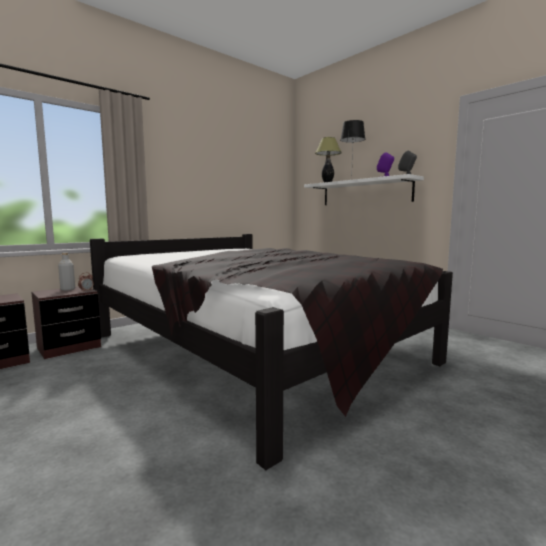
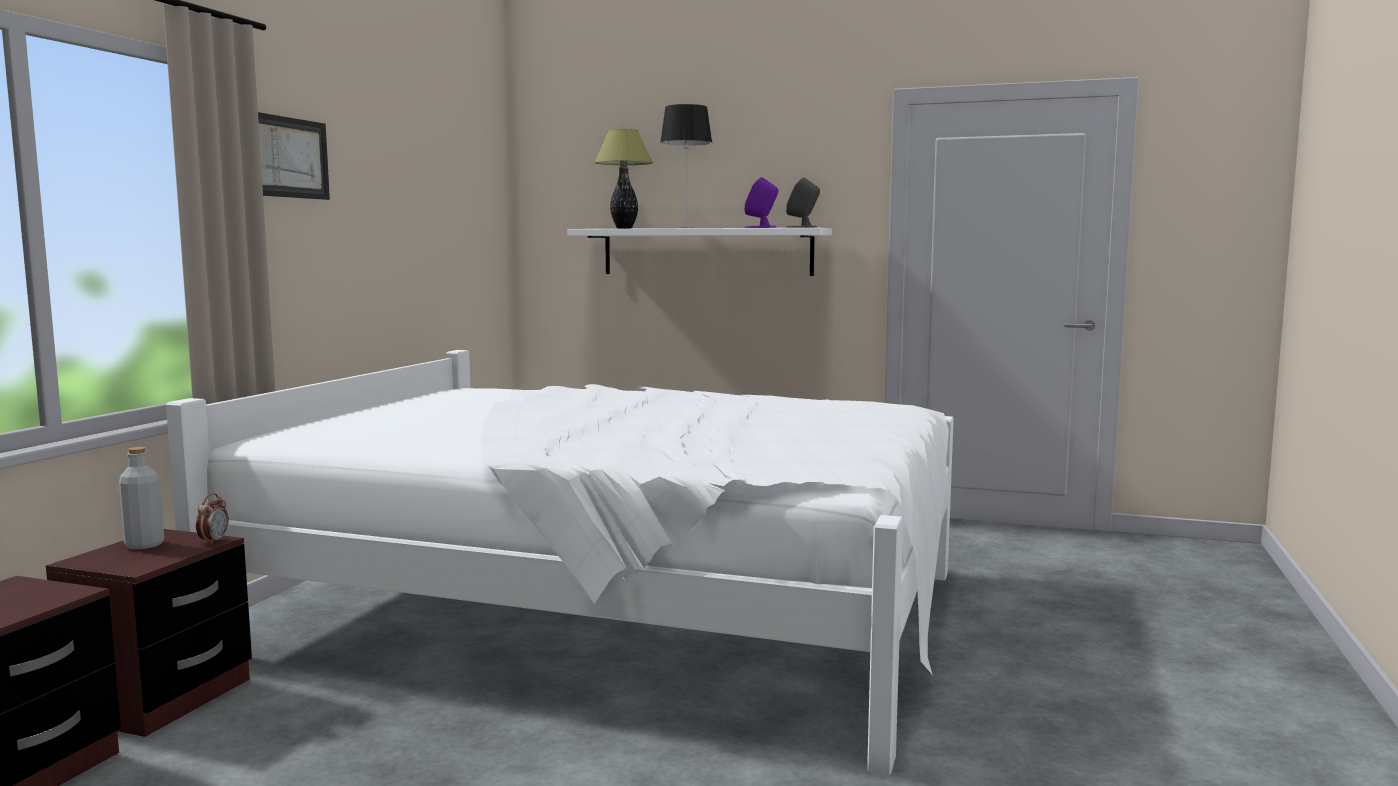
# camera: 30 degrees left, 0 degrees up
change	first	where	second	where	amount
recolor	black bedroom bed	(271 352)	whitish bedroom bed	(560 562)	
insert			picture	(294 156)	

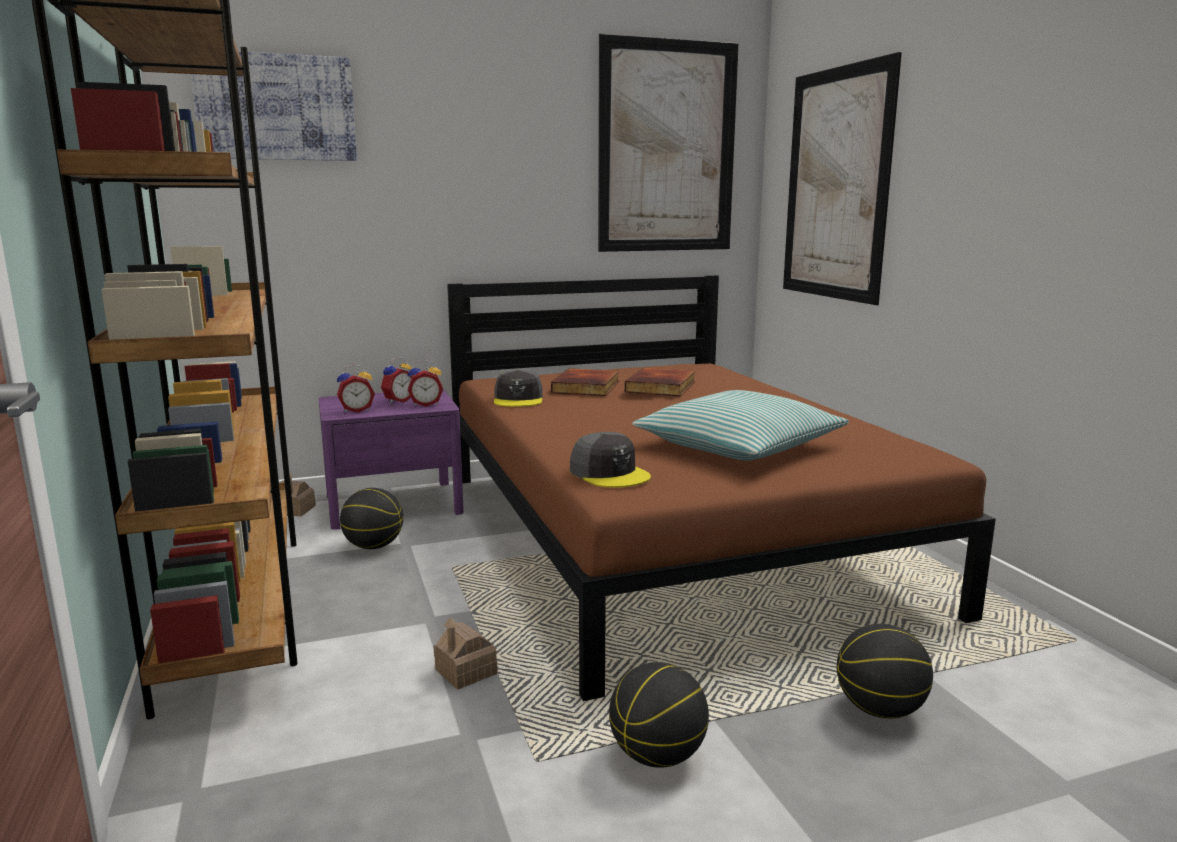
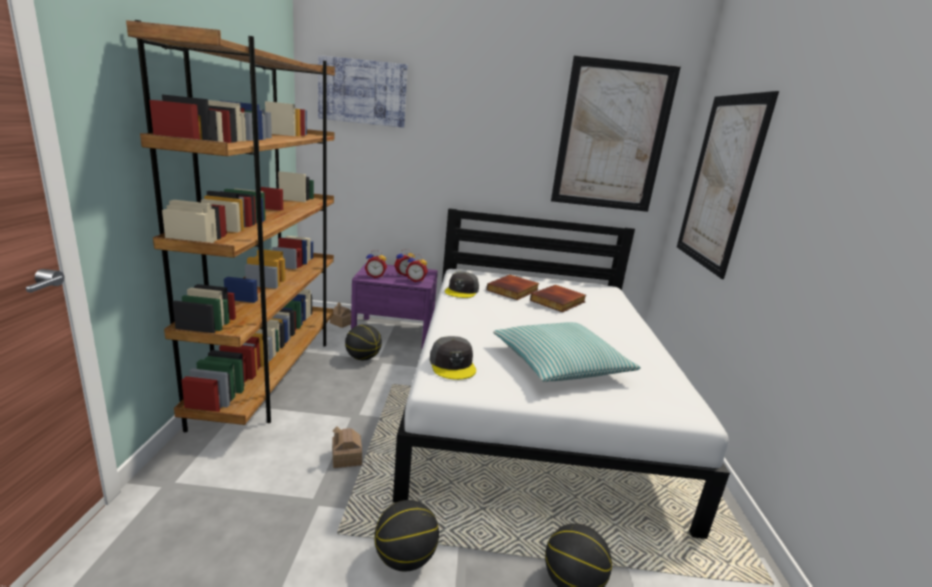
# camera: 20 degrees right, 5 degrees up
change	first	where	second	where	amount
recolor	brown bedroom bed	(721 488)	whitish bedroom bed	(561 373)	

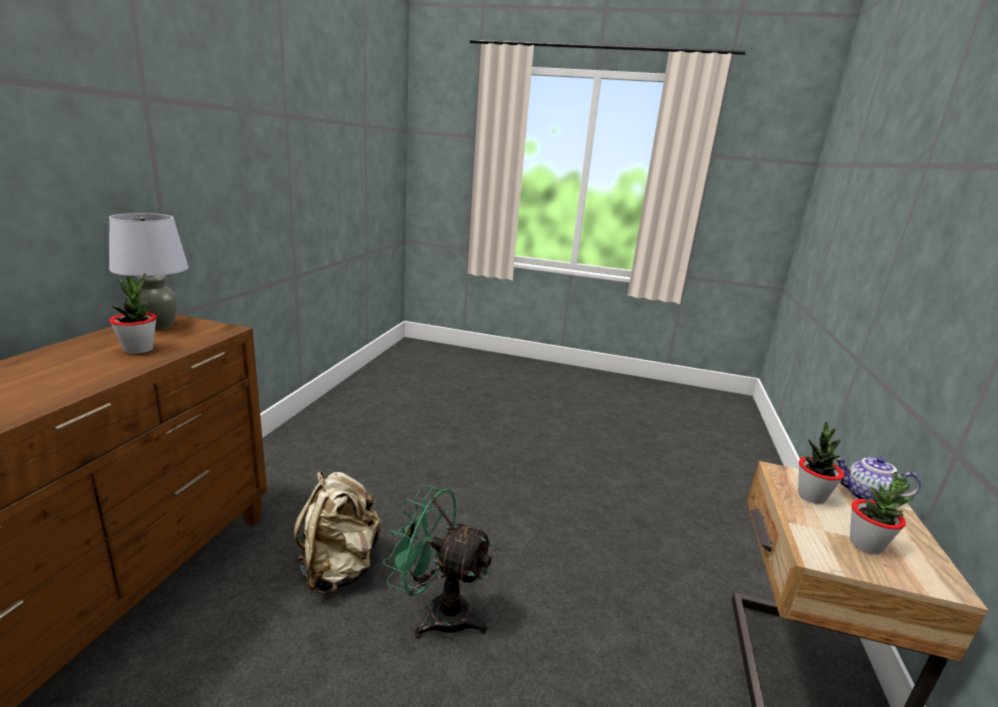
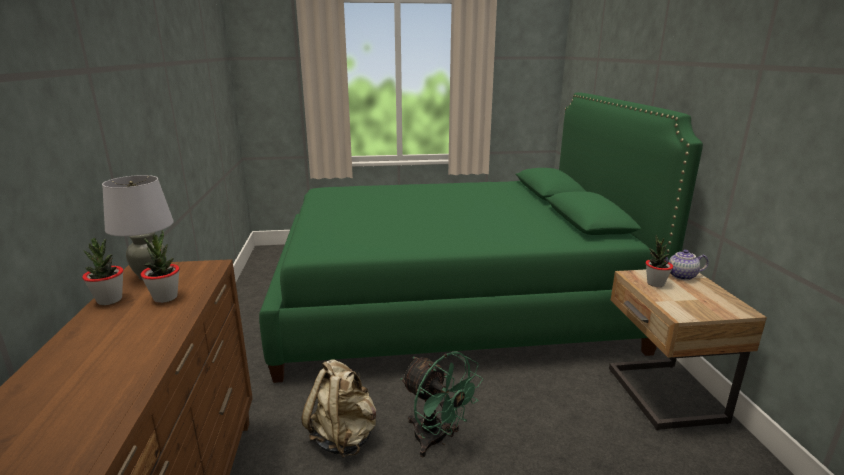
# camera: 20 degrees left, 0 degrees up
change	first	where	second	where	amount
move	plant in a pot	(882 513)		(103 271)	
rotate	greenish electric fan	(438 561)		(442 404)	135 degrees counterclockwise
insert			greenish bedroom bed	(481 237)	

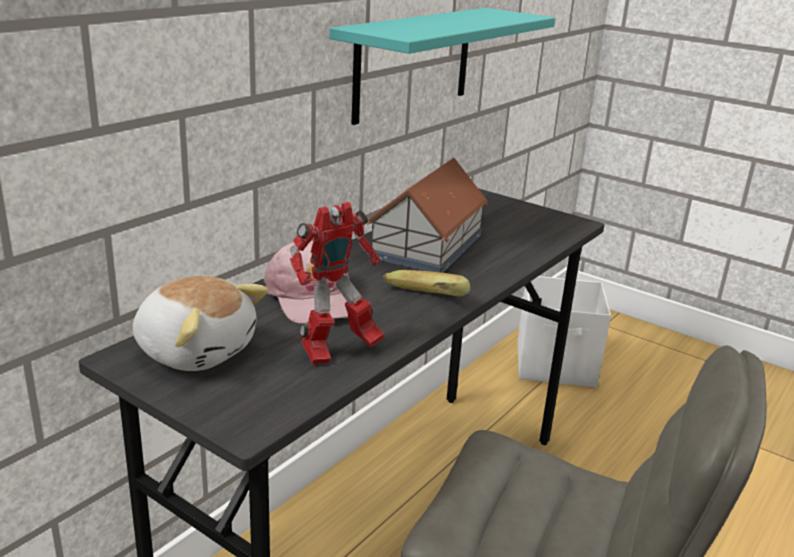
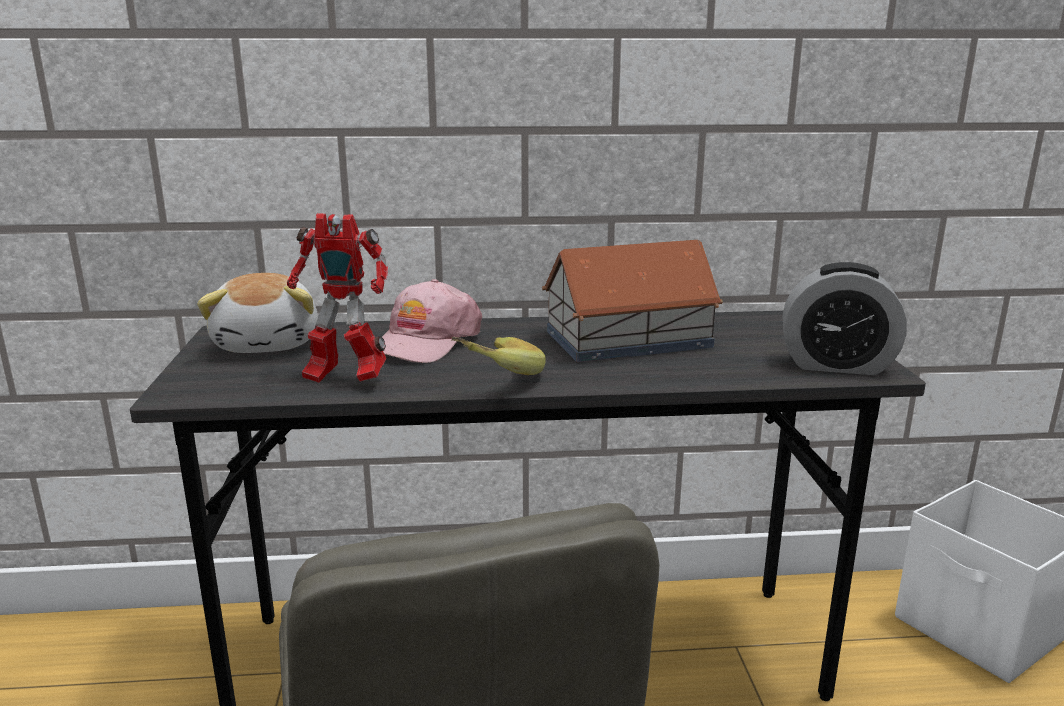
# camera: 50 degrees right, 5 degrees down
change	first	where	second	where	amount
delete	turquoise wall shelf	(442 66)			
insert			table clock	(844 318)	

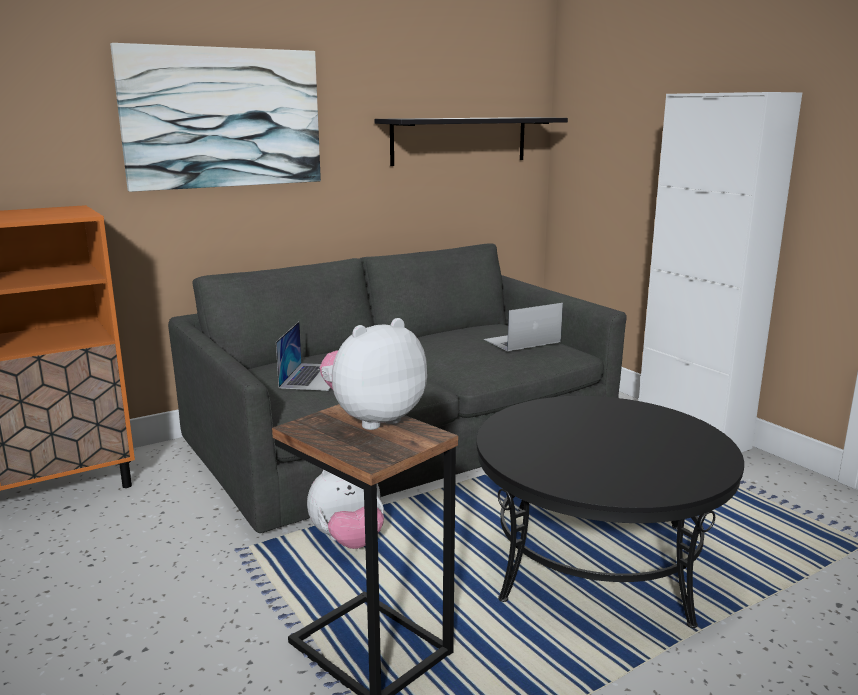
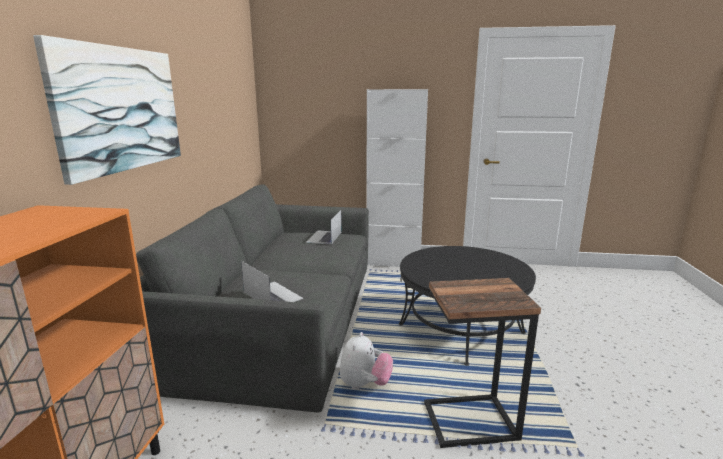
# camera: 50 degrees left, 0 degrees up
change	first	where	second	where	amount
delete	black wall shelf	(471 141)			
delete	soft toy	(373 374)			

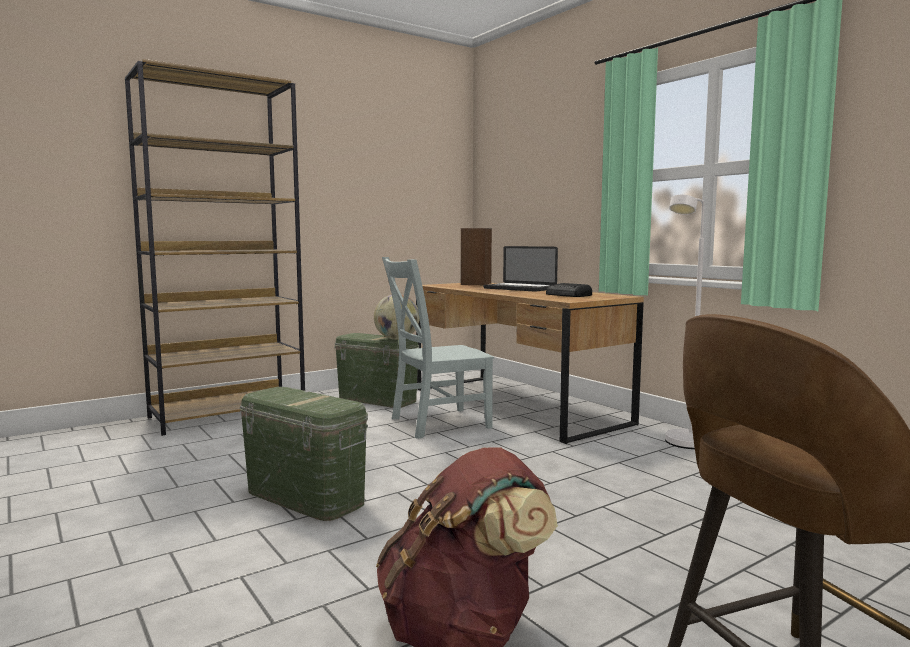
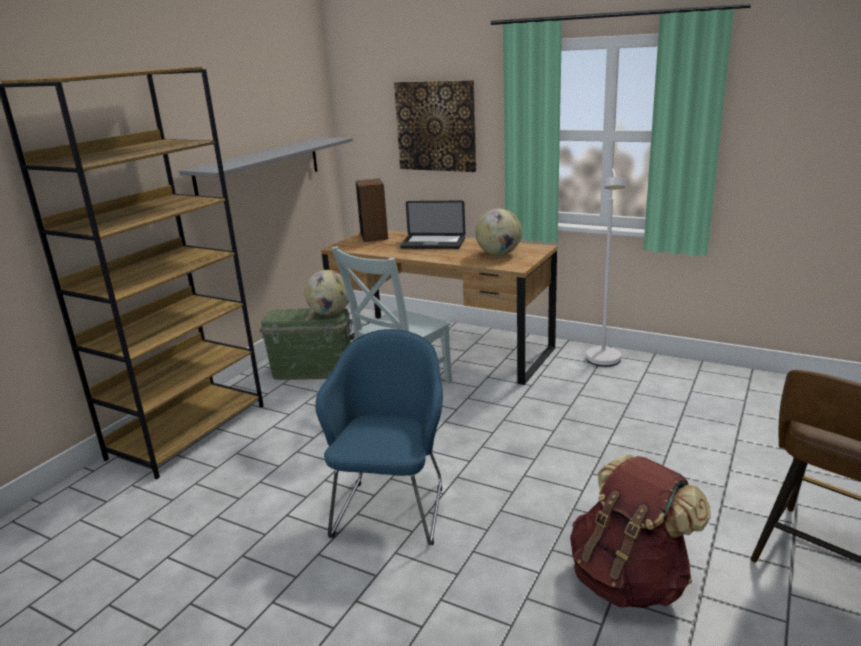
# camera: 25 degrees left, 15 degrees up
change	first	where	second	where	amount
replace	radio set	(569 290)	desk globe	(498 232)	
replace	greenish storage box	(304 454)	bluish lounge chair	(379 437)	
insert			picture	(435 126)	
insert			gray wall shelf	(266 166)	

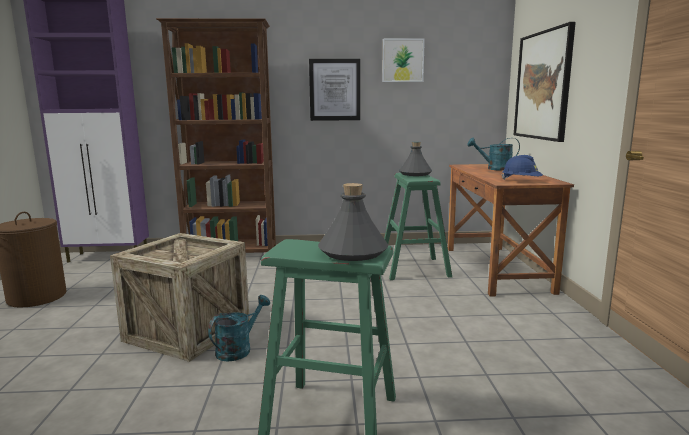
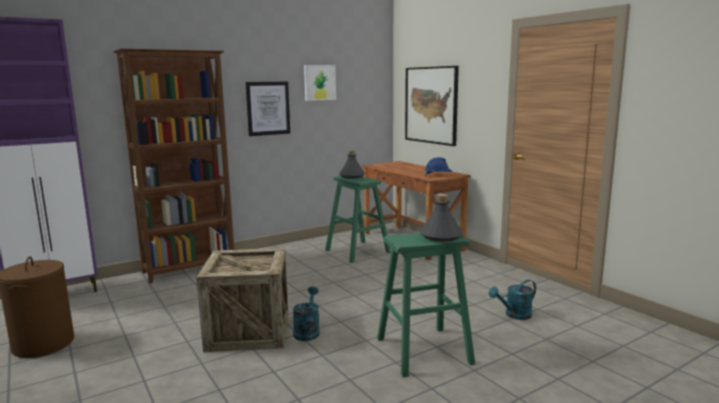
# camera: 30 degrees left, 0 degrees up
change	first	where	second	where	amount
move	turquoise sprinkling can	(493 154)		(512 300)	

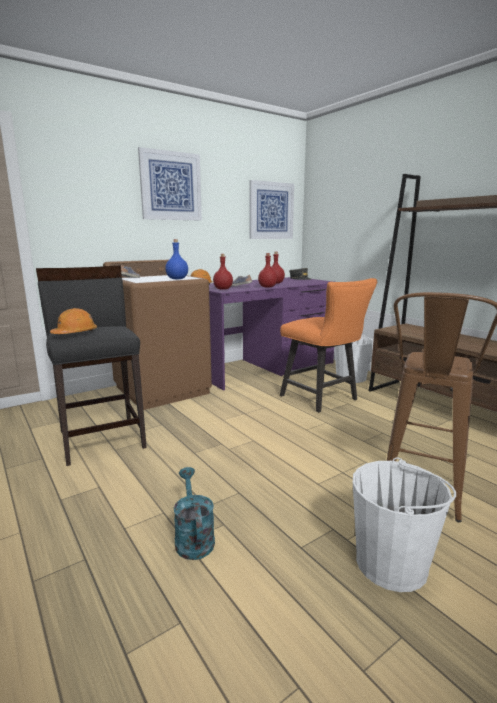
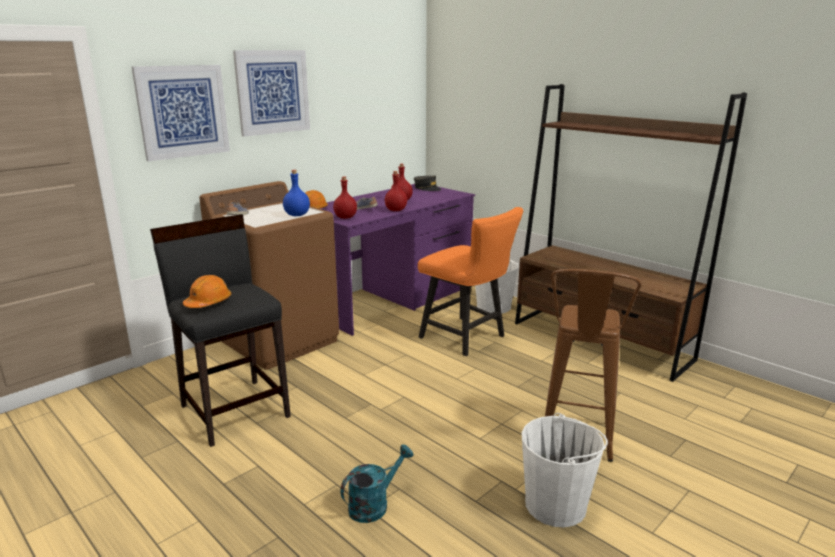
# camera: 10 degrees left, 5 degrees up
change	first	where	second	where	amount
move	picture	(272 209)		(181 113)	
rotate	turquoise sprinkling can	(194 513)		(376 483)	75 degrees clockwise

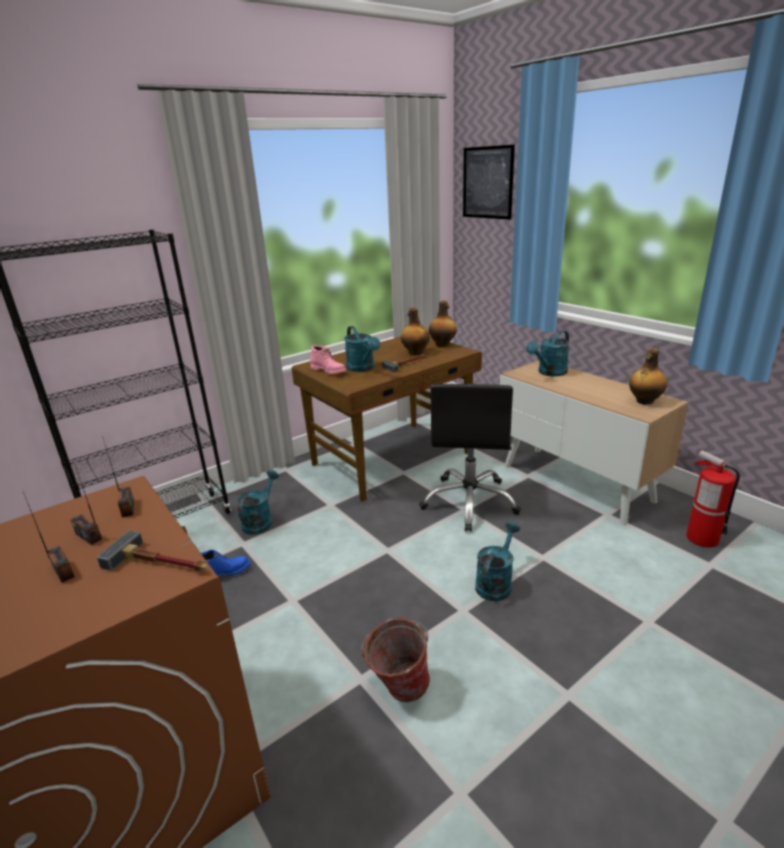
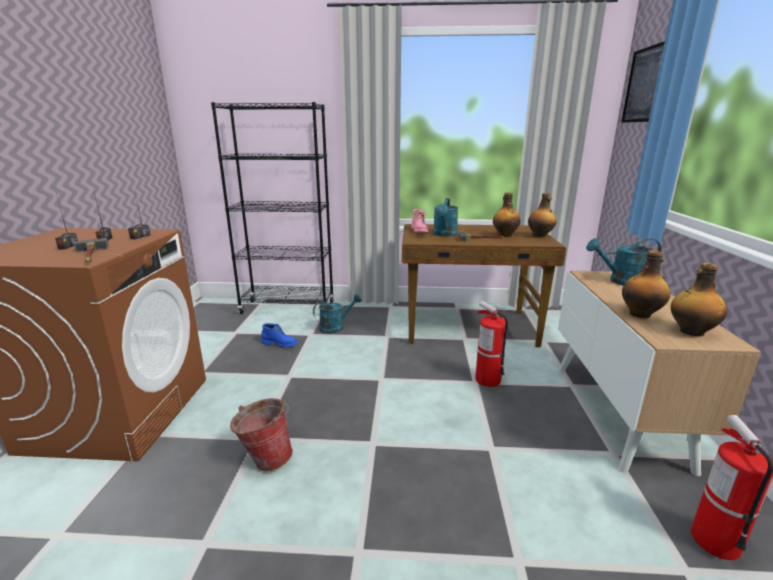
# camera: 40 degrees right, 5 degrees down
change	first	where	second	where	amount
replace	black office chair	(470 458)	extinguisher	(491 344)	
delete	turquoise sprinkling can	(497 561)			
insert			drink bottle	(646 284)	

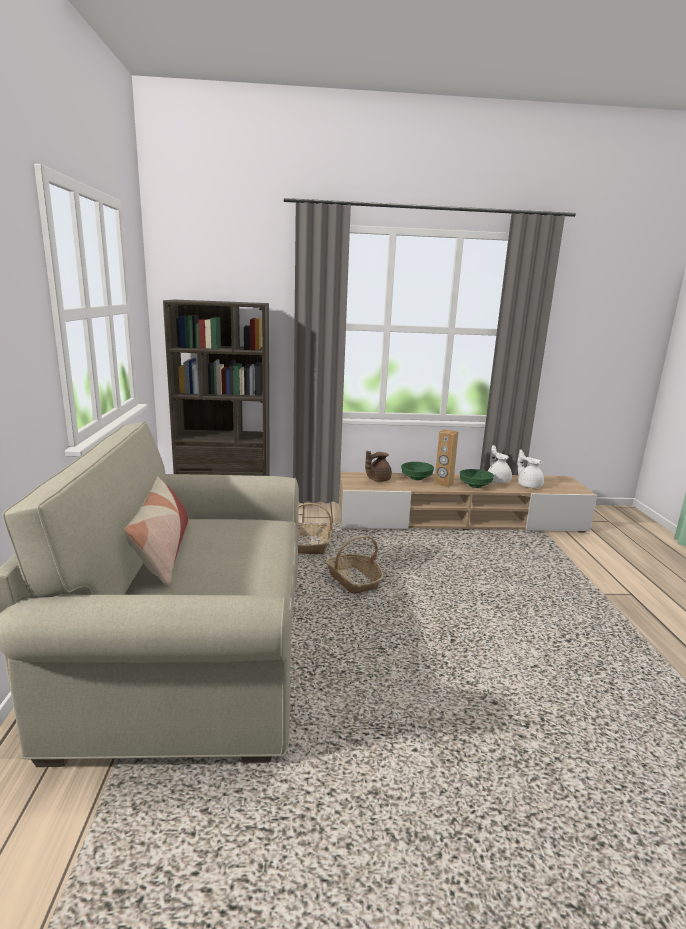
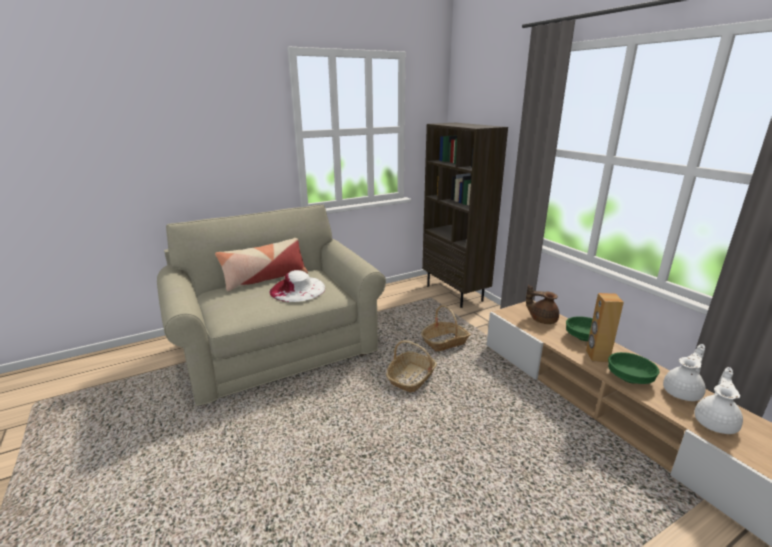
# camera: 65 degrees right, 5 degrees up
change	first	where	second	where	amount
insert			whitish clothing hat	(297 286)	

